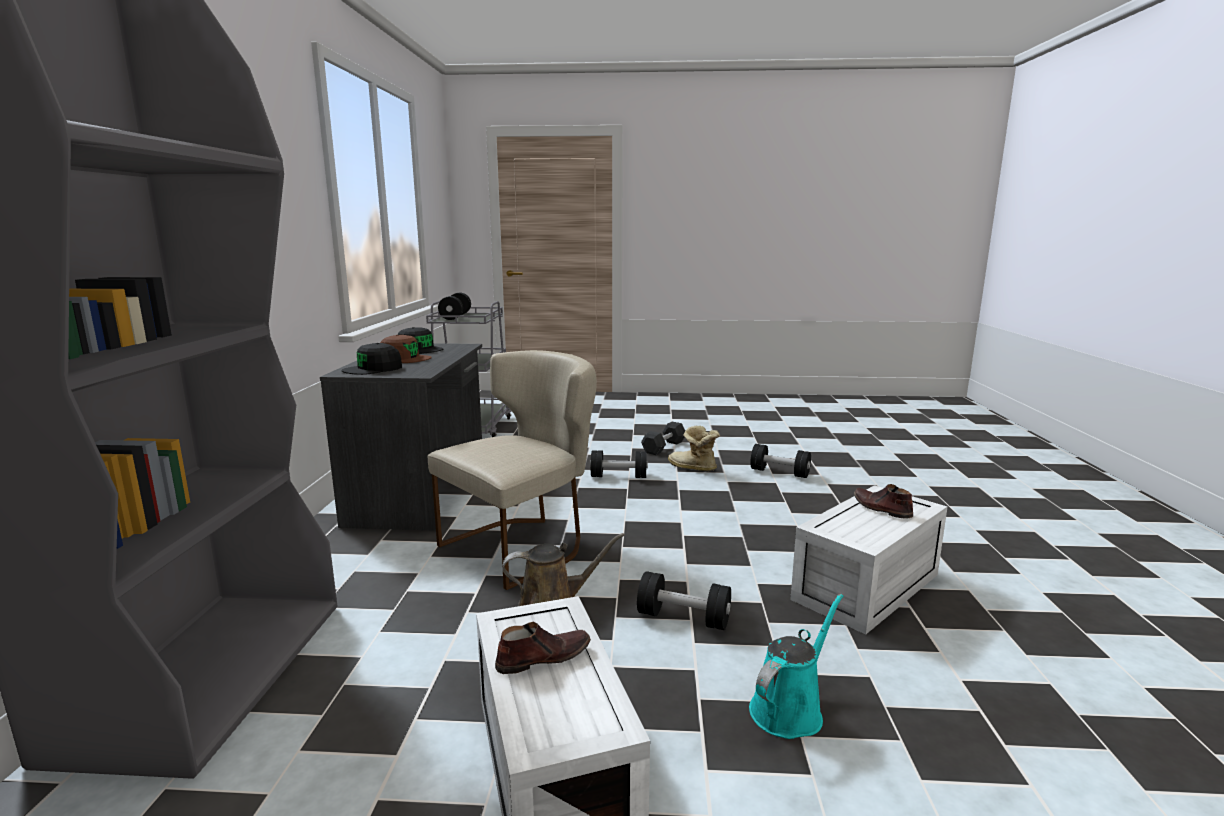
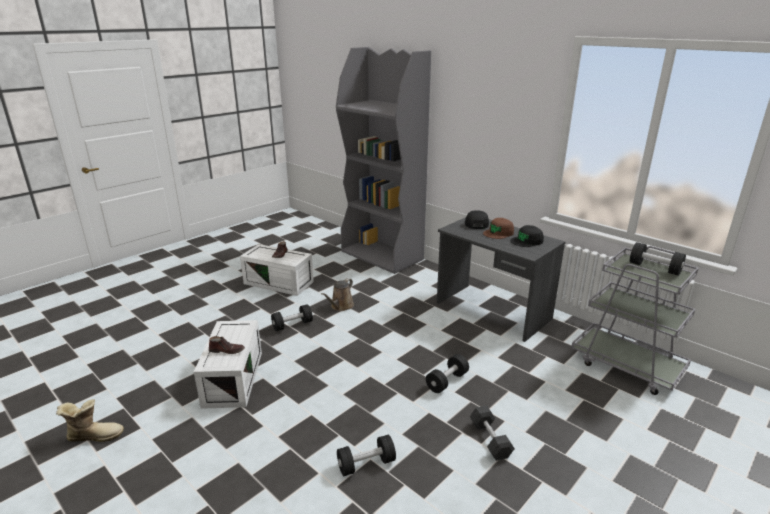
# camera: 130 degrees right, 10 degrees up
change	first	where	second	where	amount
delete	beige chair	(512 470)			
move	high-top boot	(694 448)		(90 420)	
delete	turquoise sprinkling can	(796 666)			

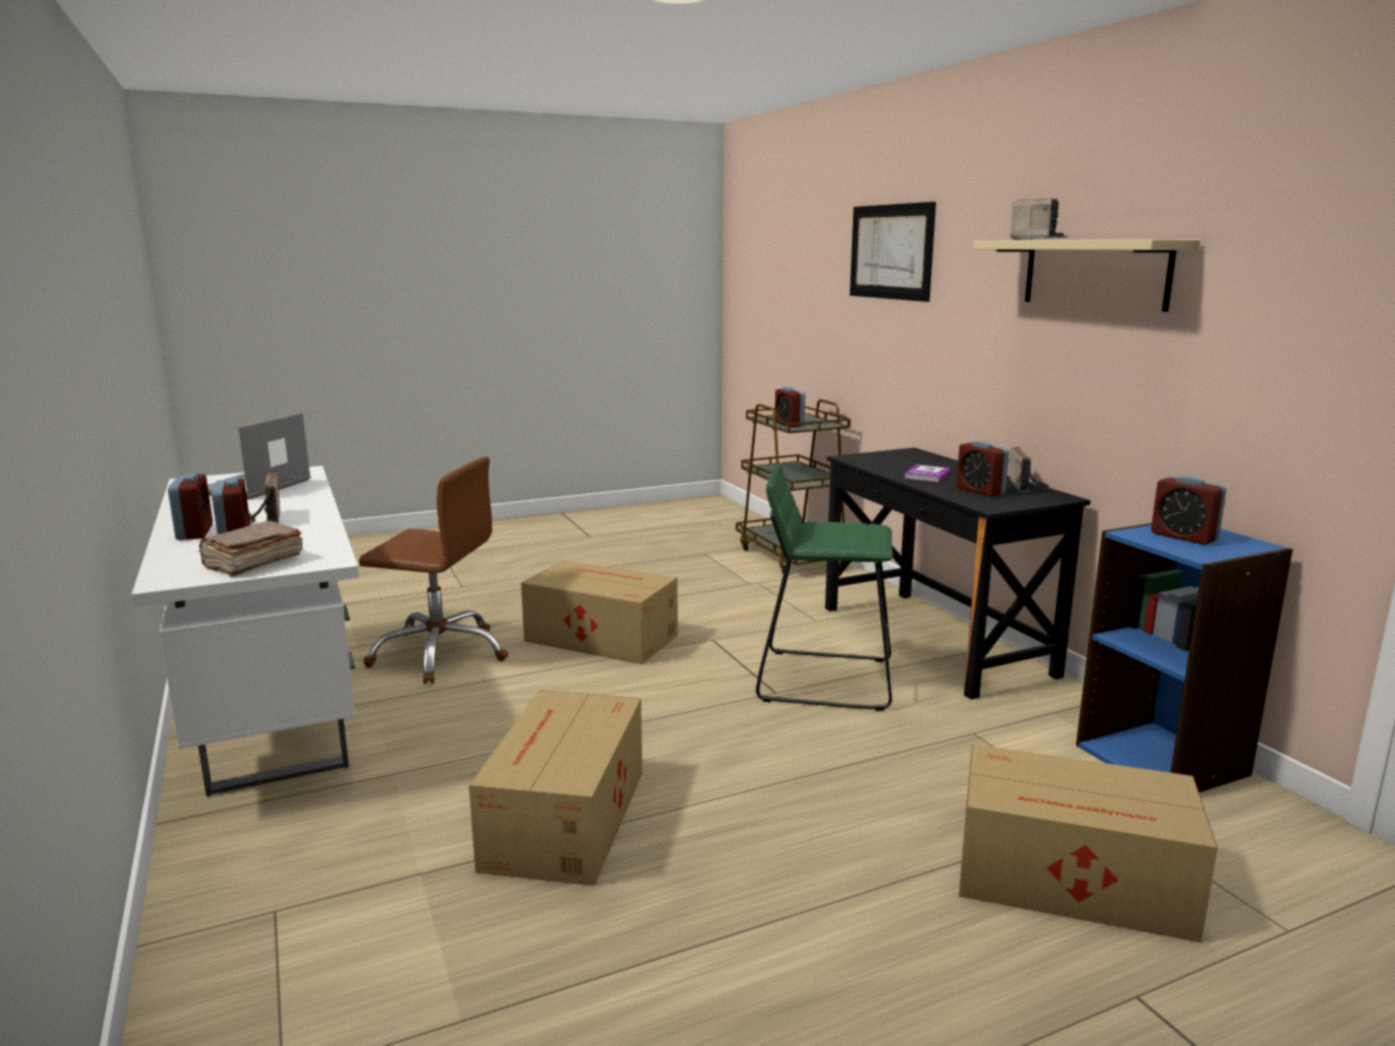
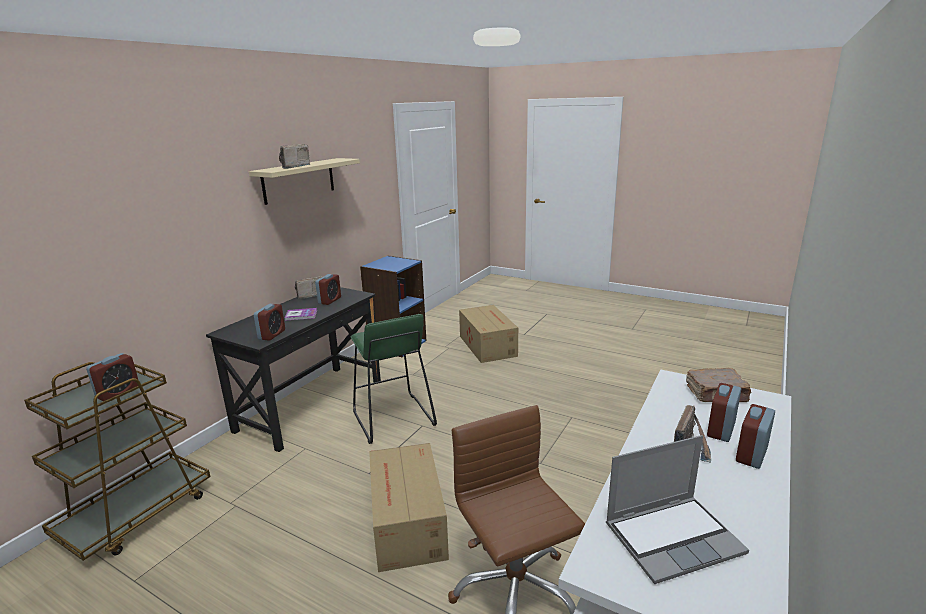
# camera: 125 degrees left, 5 degrees up
change	first	where	second	where	amount
delete	picture	(893 252)			
move	table clock	(1188 510)		(269 322)	
delete	packing box	(555 788)			

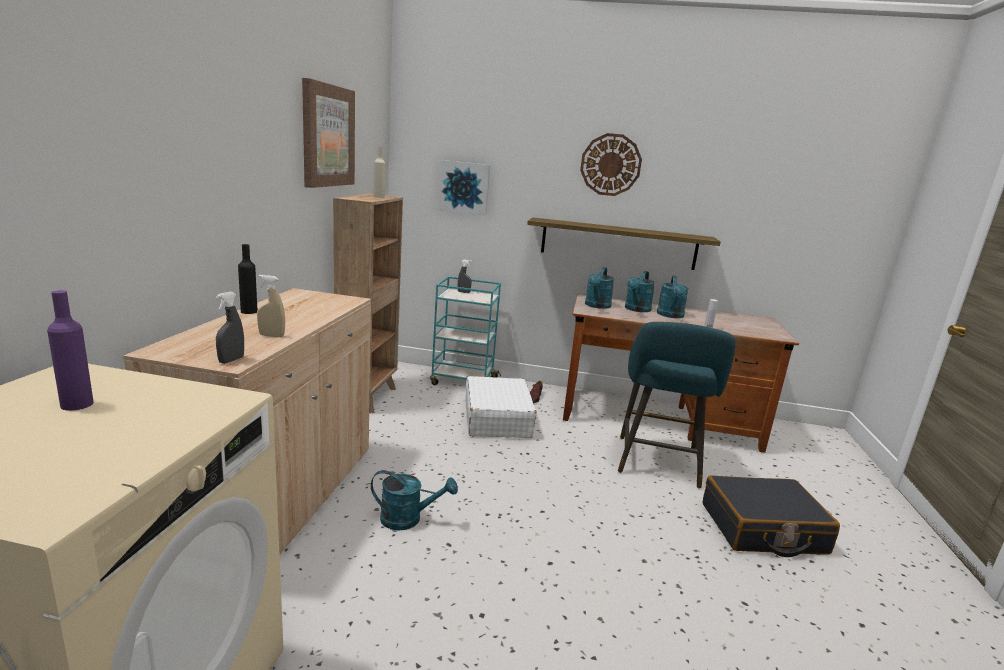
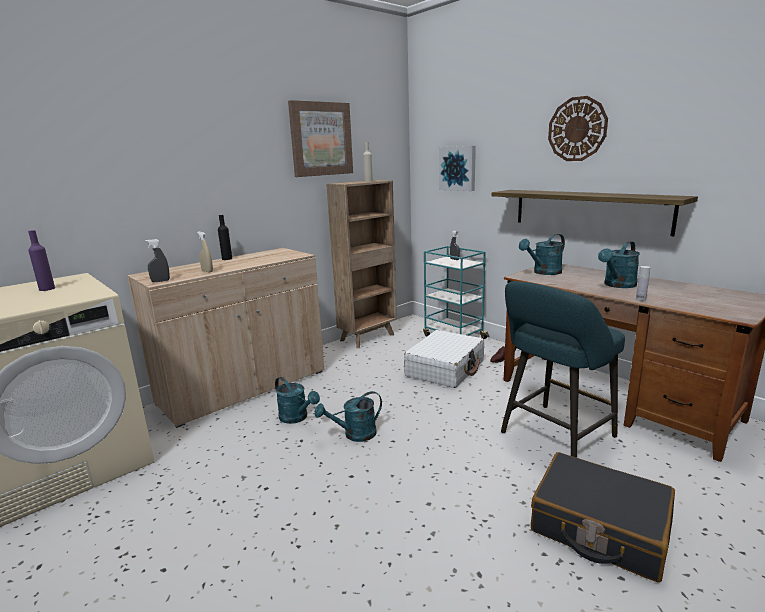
# camera: 40 degrees right, 0 degrees up
change	first	where	second	where	amount
move	turquoise sprinkling can	(640 291)		(348 416)	

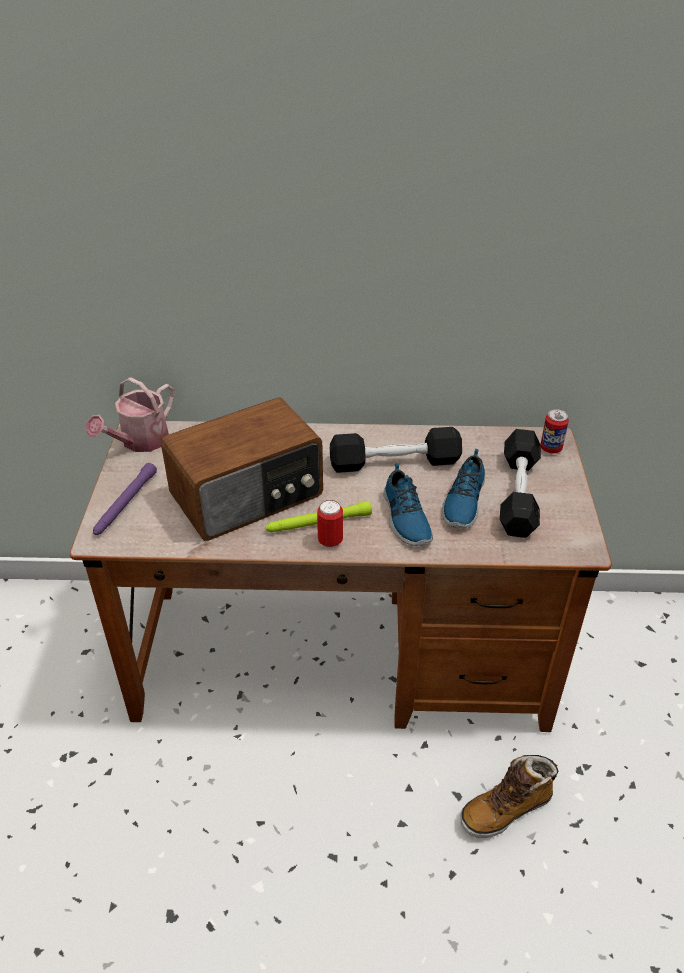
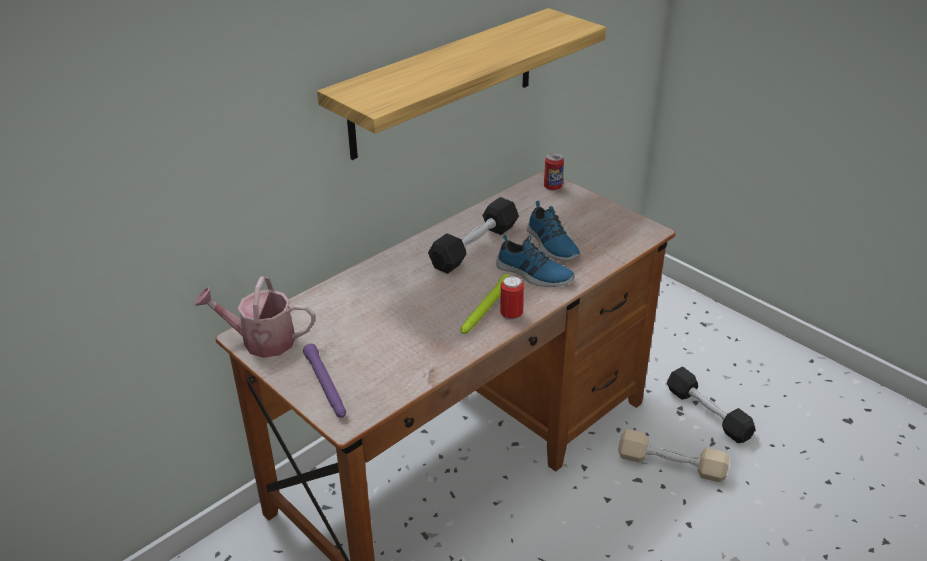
# camera: 45 degrees left, 5 degrees down
change	first	where	second	where	amount
rotate	sprinkling can	(130 414)		(254 317)	105 degrees clockwise
delete	radio set	(242 469)			
move	black hand weight	(520 483)		(711 405)	
replace	high-top boot	(509 796)	beige hand weight	(674 455)	
insert			wall shelf	(461 84)	

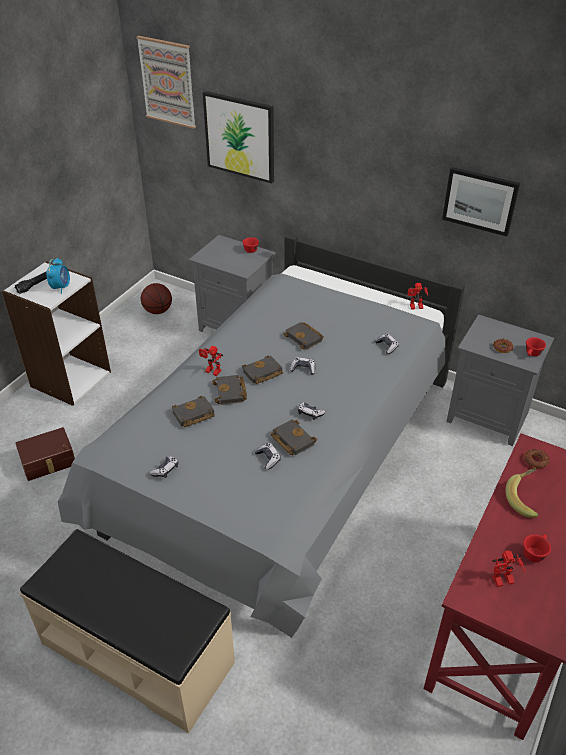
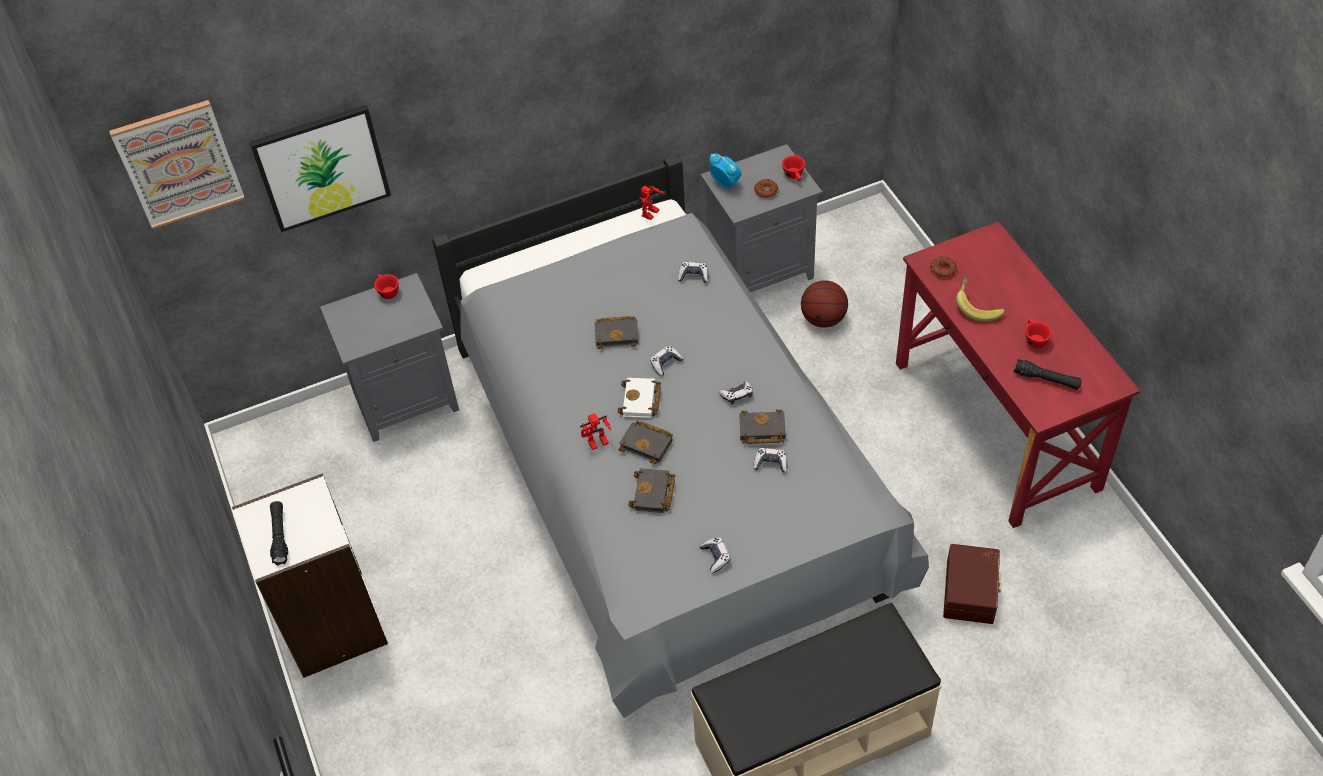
# camera: 50 degrees left, 10 degrees up
change	first	where	second	where	amount
delete	picture	(481 202)			
move	table clock	(58 276)		(725 171)	
move	basketball ball	(156 298)		(824 304)	
recolor	black bound book	(262 370)	whitish bound book	(639 398)	
move	brown storage box	(45 454)		(972 584)	
replace	model robot	(509 568)	black torch	(1048 374)	

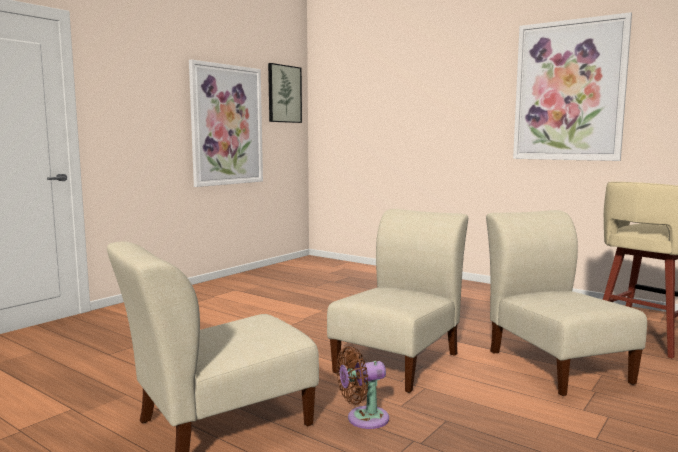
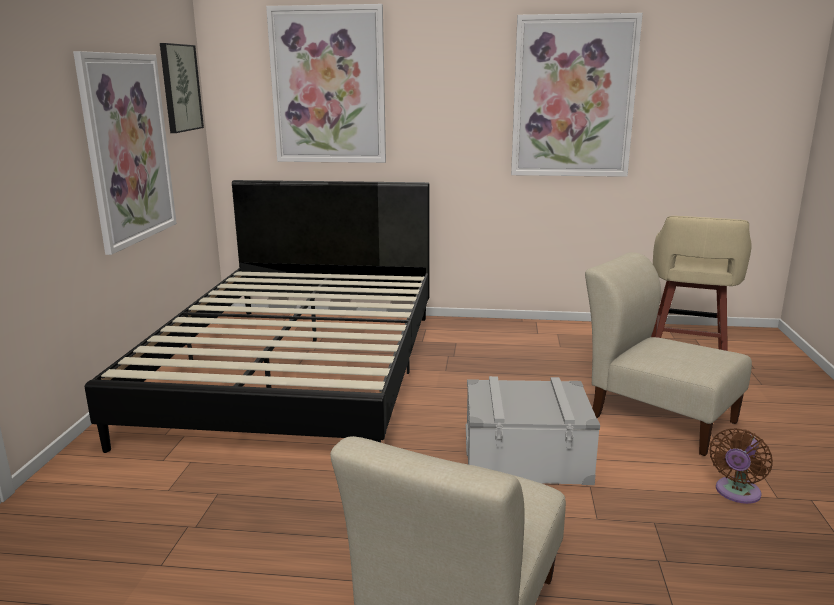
# camera: 30 degrees left, 10 degrees up
change	first	where	second	where	amount
replace	beige chair	(397 301)	gray storage box	(533 430)	
move	brown electric fan	(362 387)		(741 466)	
insert			picture	(326 83)	
insert			black bedroom bed	(257 316)	

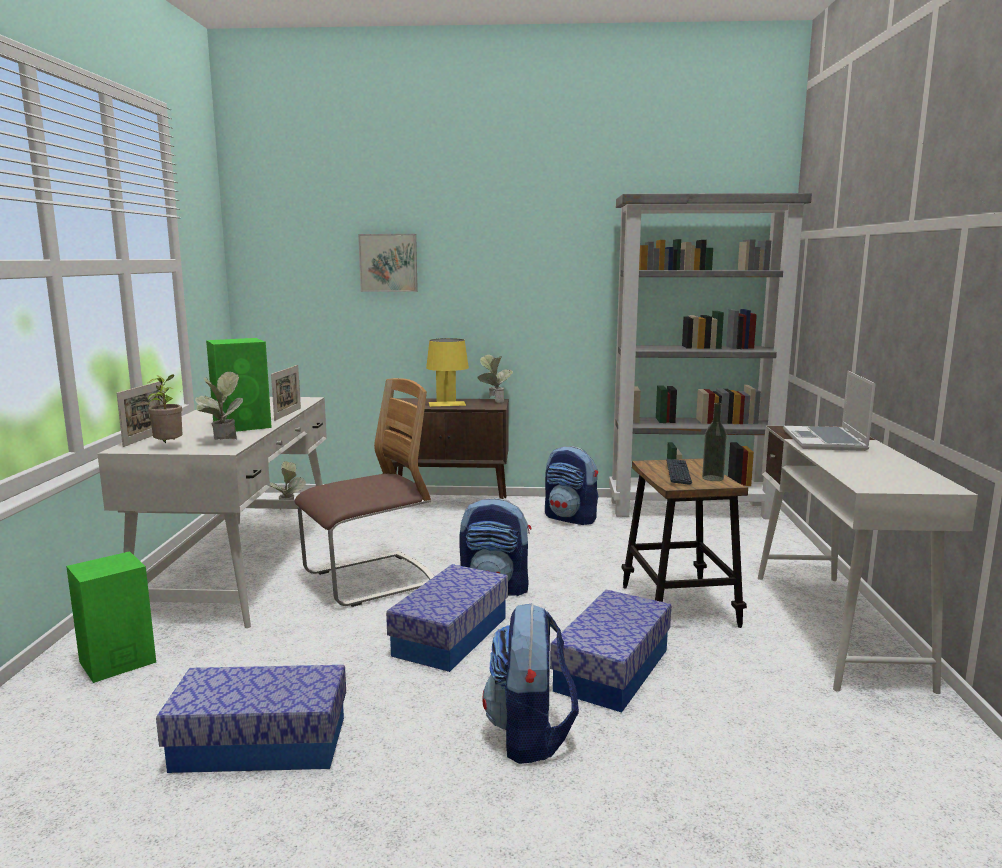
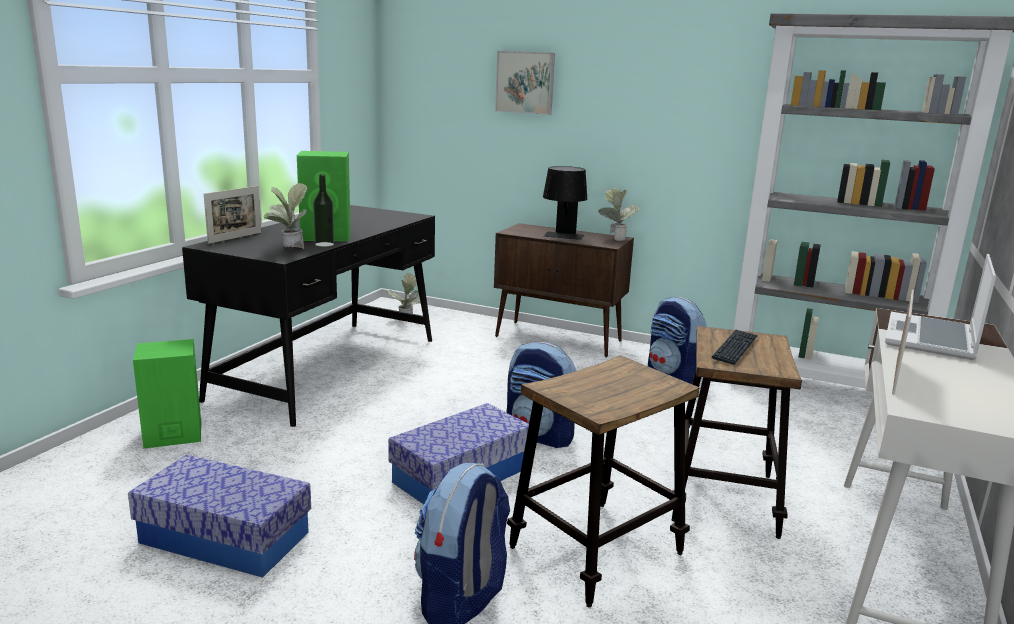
# camera: 20 degrees right, 5 degrees up
change	first	where	second	where	amount
recolor	yellowish tabletop lamp	(447 372)	black tabletop lamp	(565 203)	
move	photo frame	(286 393)		(903 342)	
delete	plant in a pot	(164 408)			
delete	chair	(365 492)			
recolor	whitish desk	(212 512)	black desk	(308 316)	
move	drink bottle	(714 442)		(323 210)	
replace	storage box	(610 650)	stool	(603 481)	

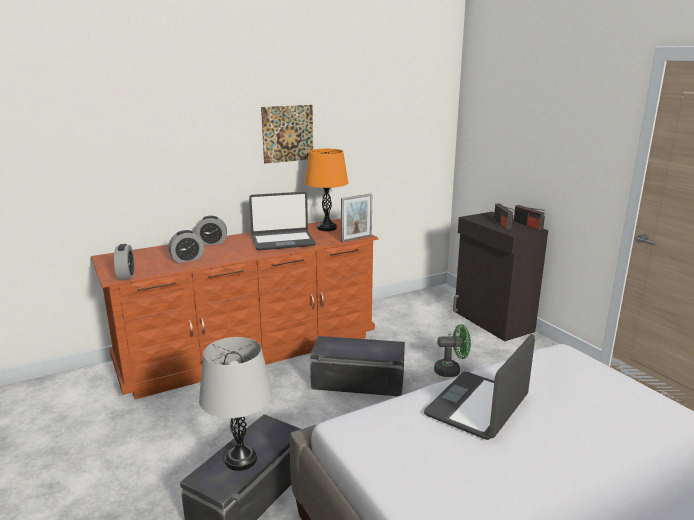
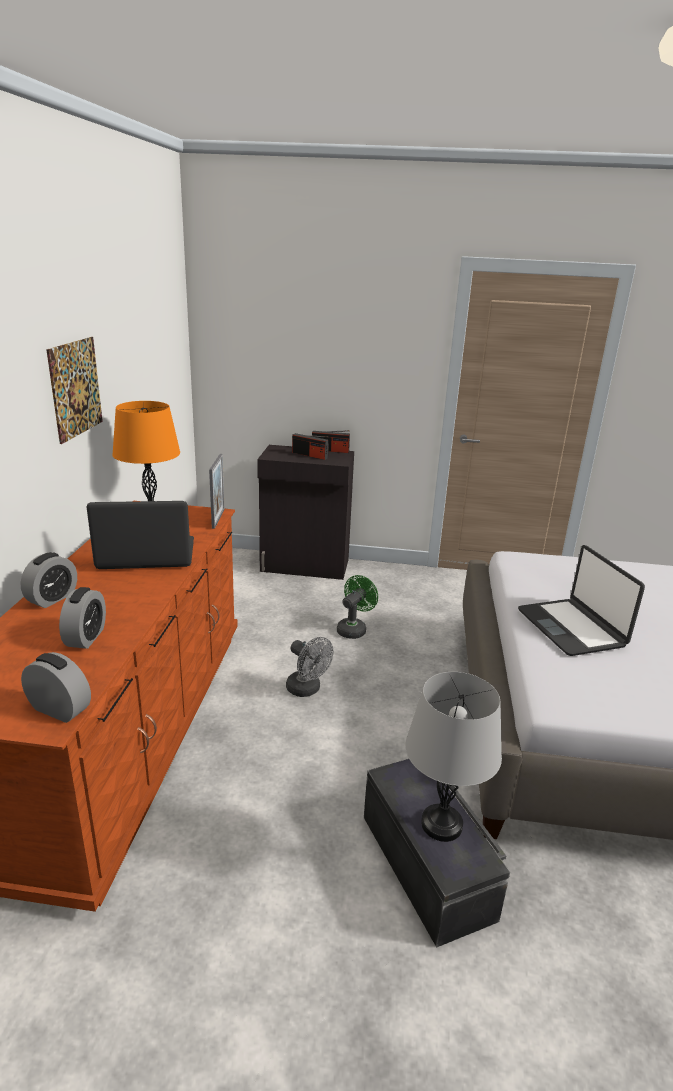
# camera: 55 degrees left, 5 degrees up
change	first	where	second	where	amount
rotate	laptop	(282 221)		(140 535)	120 degrees counterclockwise
replace	black storage box	(357 366)	gray electric fan	(309 667)	

